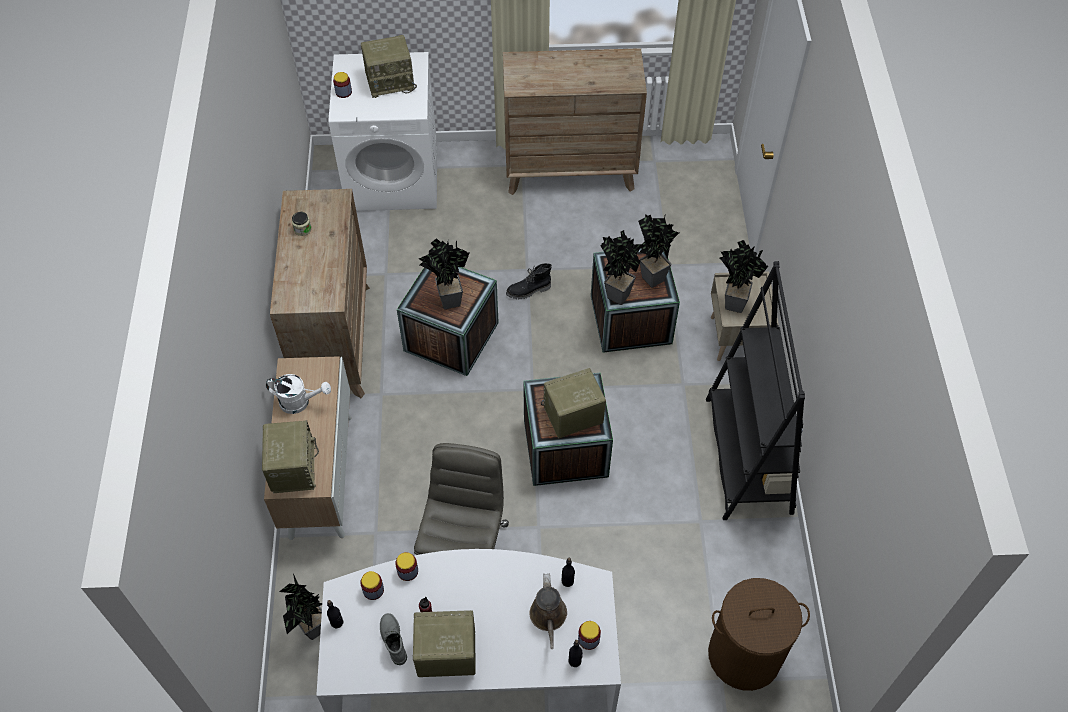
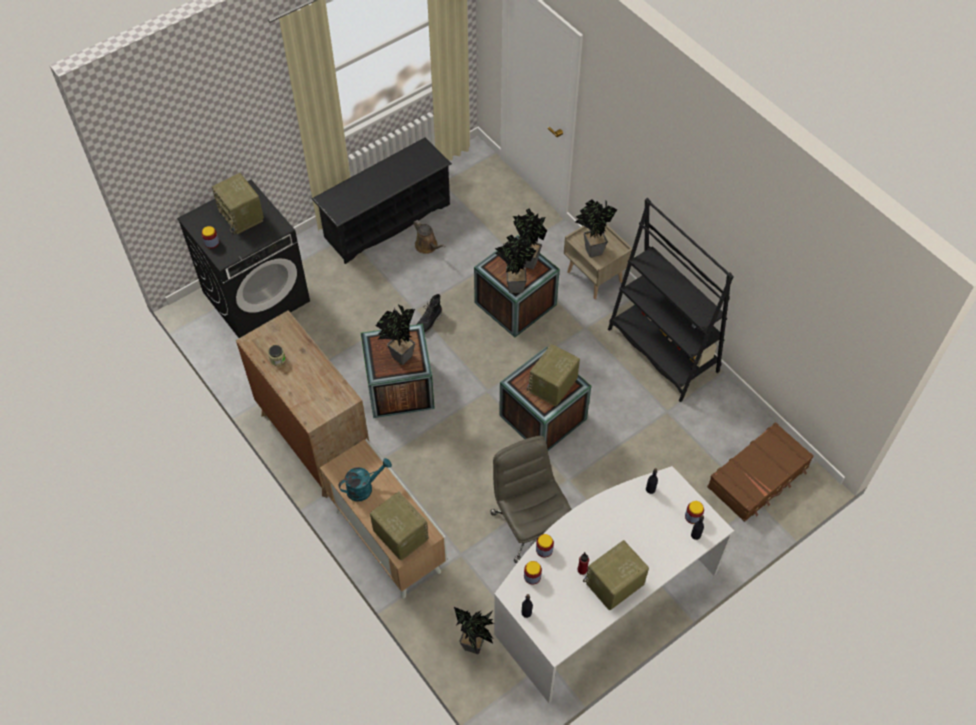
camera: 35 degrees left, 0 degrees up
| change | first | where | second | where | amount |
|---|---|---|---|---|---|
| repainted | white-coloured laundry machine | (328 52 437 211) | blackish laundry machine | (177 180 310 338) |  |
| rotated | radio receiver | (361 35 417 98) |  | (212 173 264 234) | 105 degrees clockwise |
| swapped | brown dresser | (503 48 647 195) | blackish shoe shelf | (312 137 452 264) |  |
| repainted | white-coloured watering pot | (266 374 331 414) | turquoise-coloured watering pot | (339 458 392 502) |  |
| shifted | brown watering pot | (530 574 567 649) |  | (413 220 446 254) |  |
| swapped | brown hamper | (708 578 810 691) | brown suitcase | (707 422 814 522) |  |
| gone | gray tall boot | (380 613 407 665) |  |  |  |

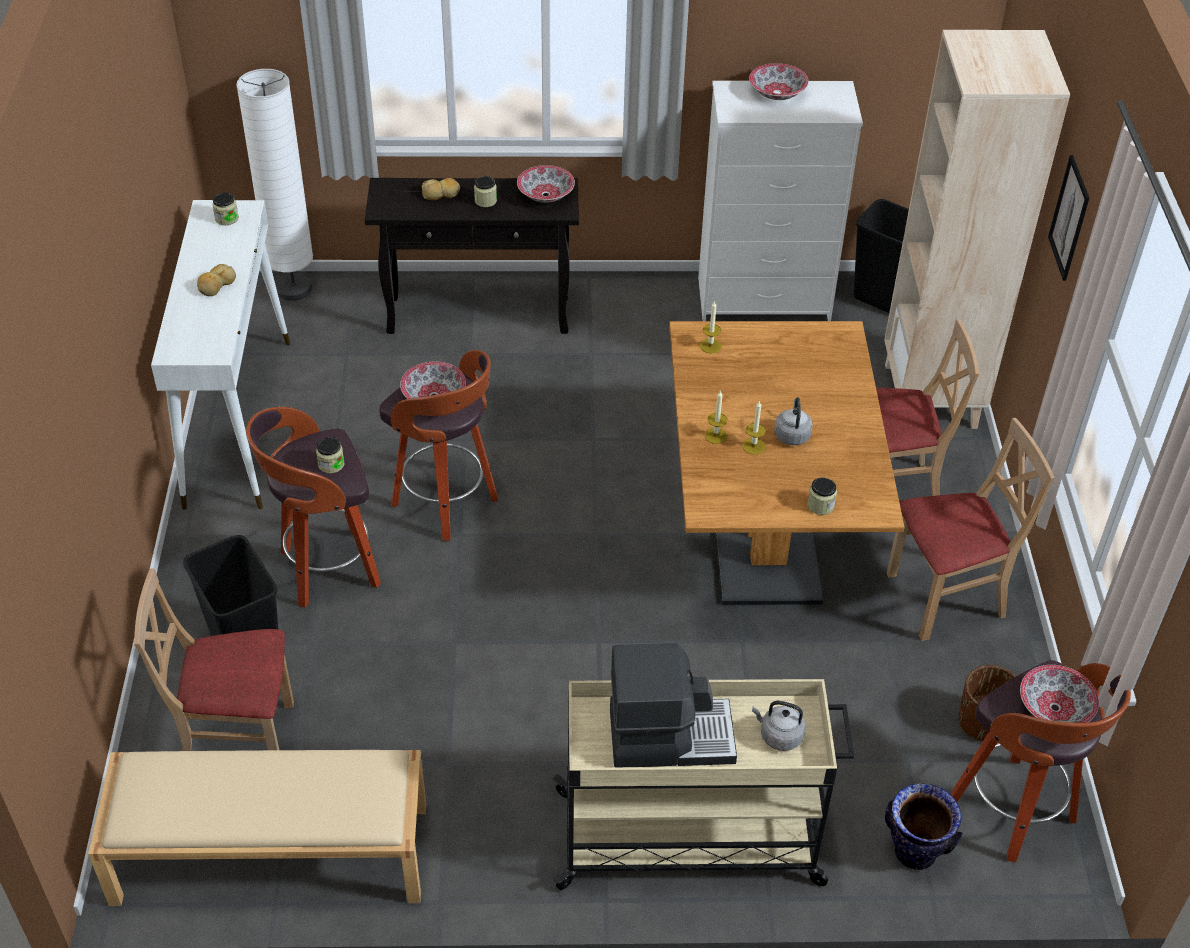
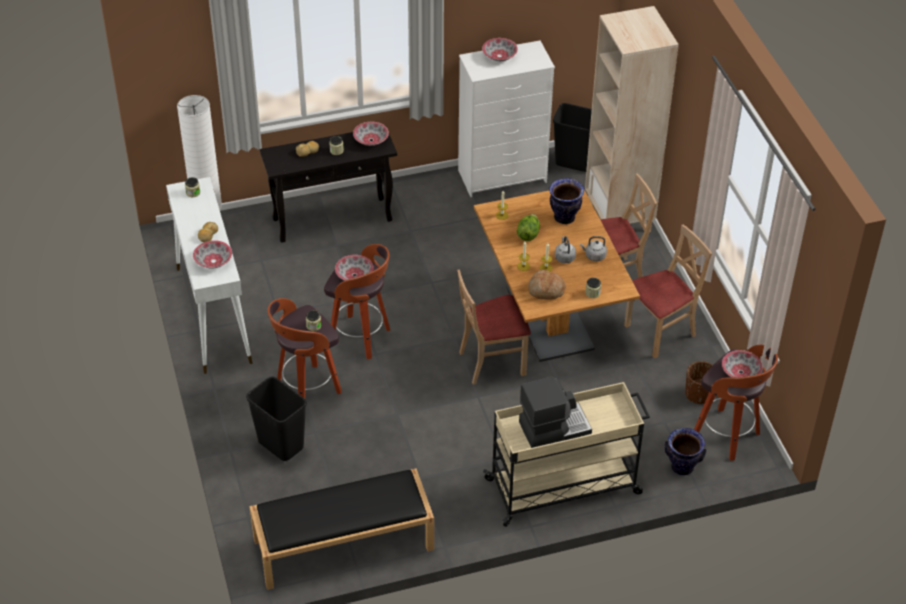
camera: 15 degrees left, 0 degrees up
| change | first | where | second | where | amount |
|---|---|---|---|---|---|
| new |  |  | serving bowl | (193 240 232 269) |  |
| repainted | sand-coloured indoor bench | (88 750 426 906) | blackish indoor bench | (249 468 434 590) |  |
| shifted | sand-coloured upright chair | (134 568 294 751) |  | (457 269 531 385) |  |
| new |  |  | lettuce head | (517 214 540 241) |  |
| new |  |  | bakery bread | (528 270 566 300) |  |
| new |  |  | decorative vase | (549 178 584 224) |  |
| shifted | gray water kettle | (752 701 806 751) |  | (580 236 607 261) |  |
| gone | picture | (1048 155 1089 281) |  |  |  |

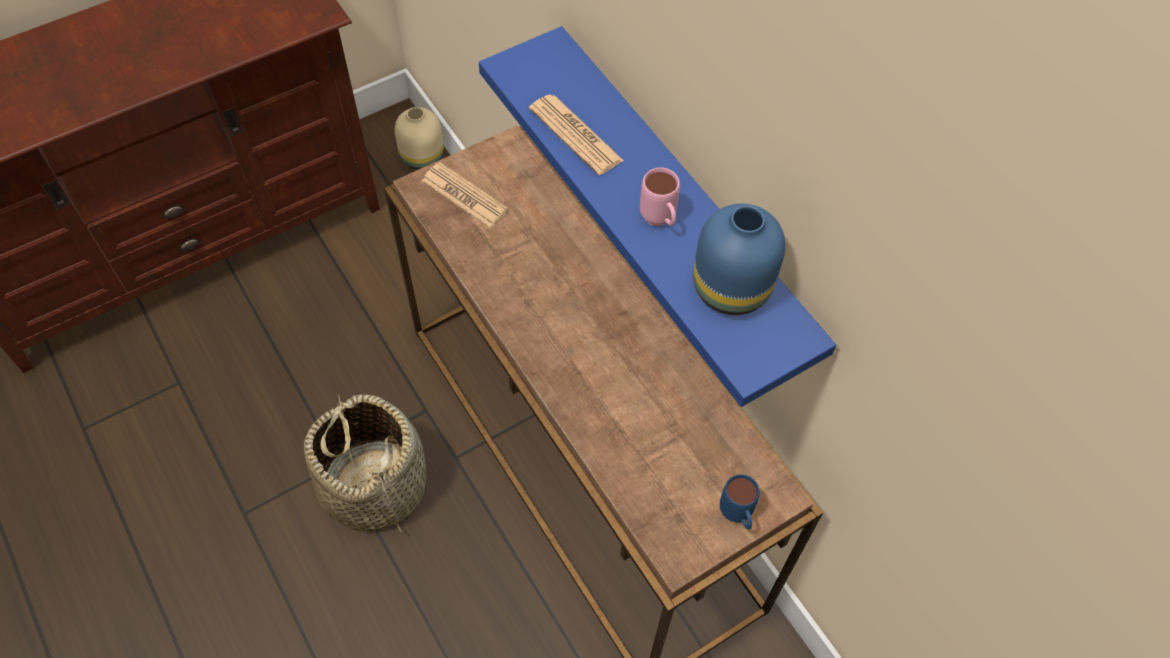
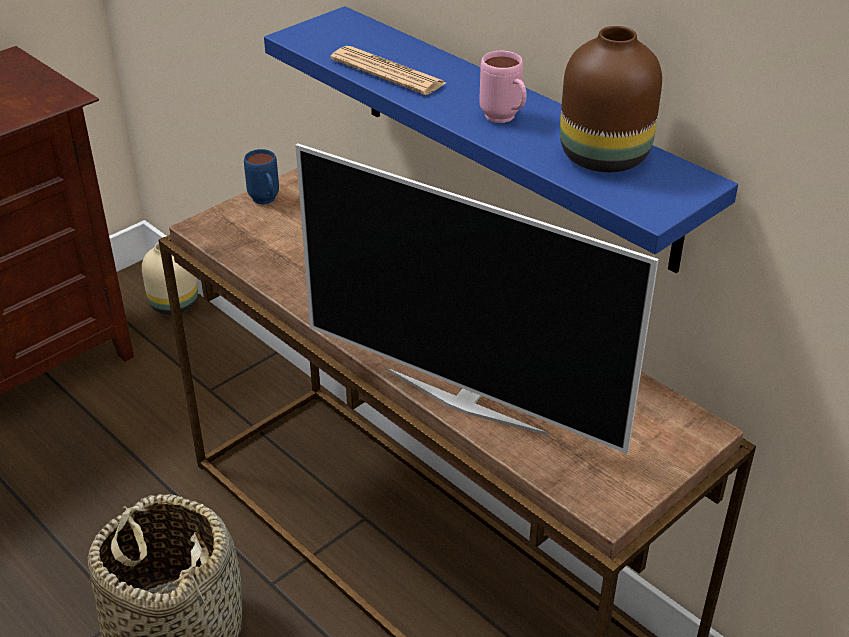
camera: 10 degrees left, 20 degrees down
| change | first | where | second | where | amount |
|---|---|---|---|---|---|
| shifted | blue mug | (720 474 760 529) |  | (244 149 279 204) |  |
| new |  |  | TV | (295 143 659 454) |  |
| repainted | blue decorative vase | (693 203 785 315) | brown decorative vase | (560 26 662 172) |  |
| gone | printed paper | (422 162 508 227) |  |  |  |

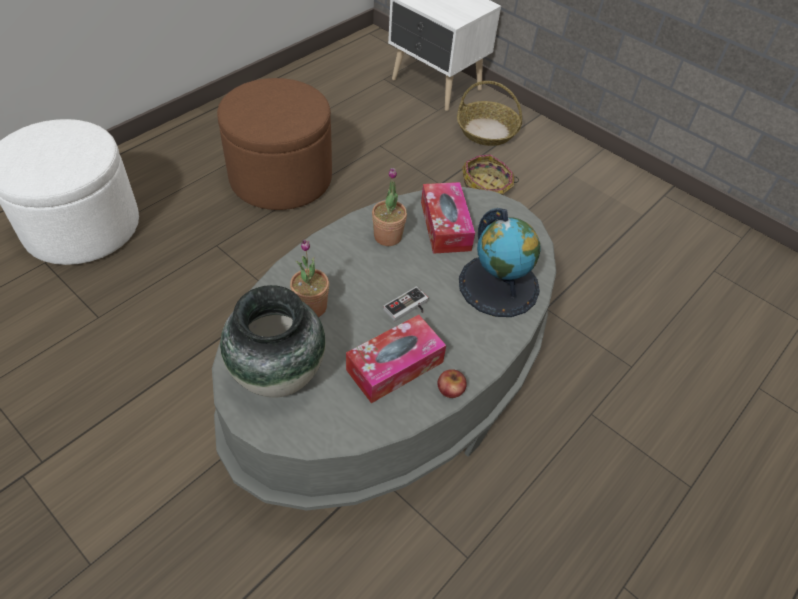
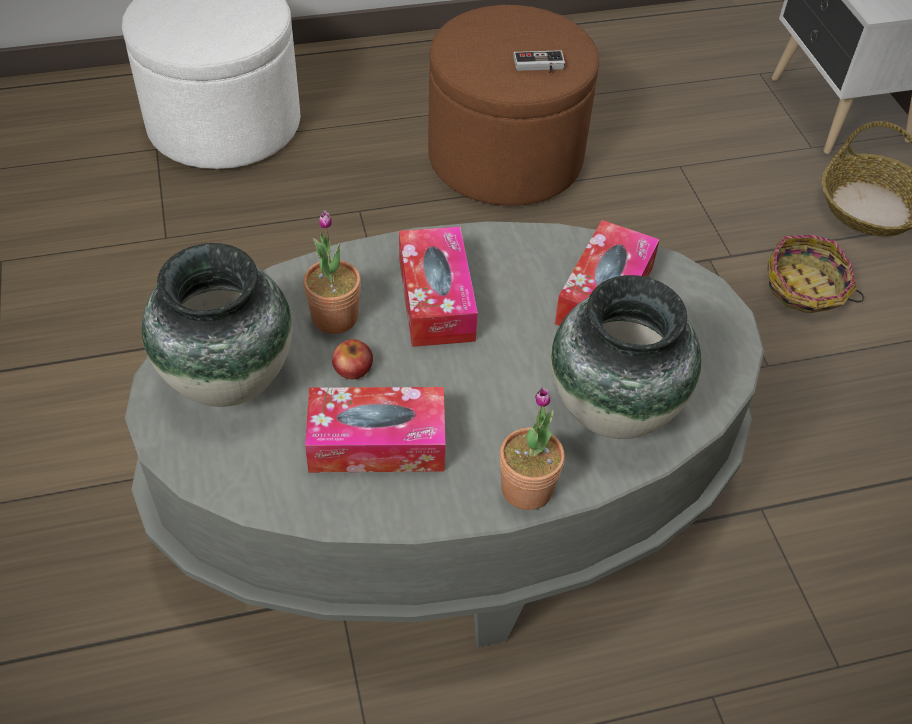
camera: 35 degrees right, 0 degrees up
| change | first | where | second | where | amount |
|---|---|---|---|---|---|
| shifted | apple fruit | (437 369 467 398) |  | (332 339 373 379) |  |
| new |  |  | box of tissues | (399 227 478 347) |  |
| shifted | houseplant | (372 168 407 246) |  | (500 387 565 510) |  |
| shifted | game controller | (383 287 428 321) |  | (513 50 565 73) |  |
| swapped | desk globe | (459 208 541 317) | decorative vase | (551 275 701 439) |  |

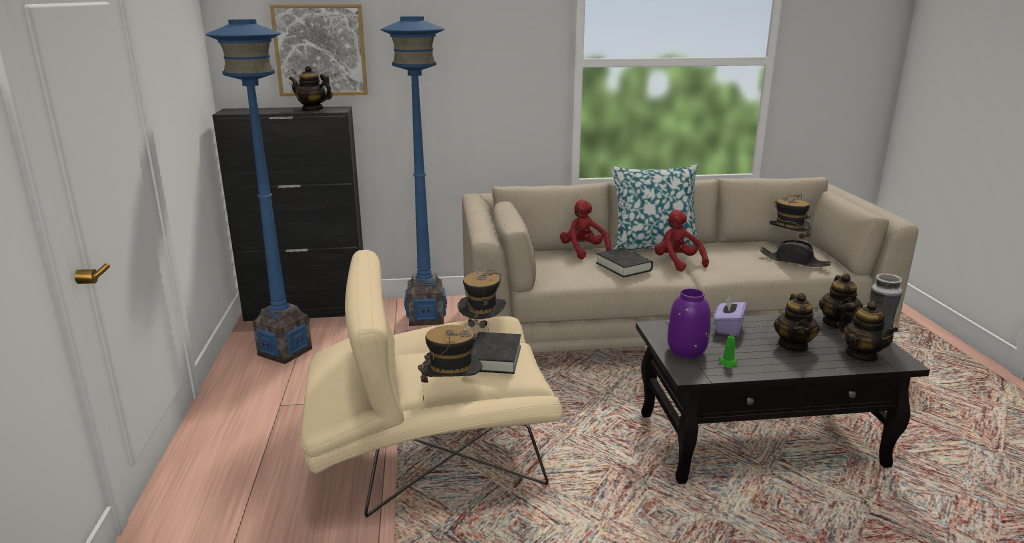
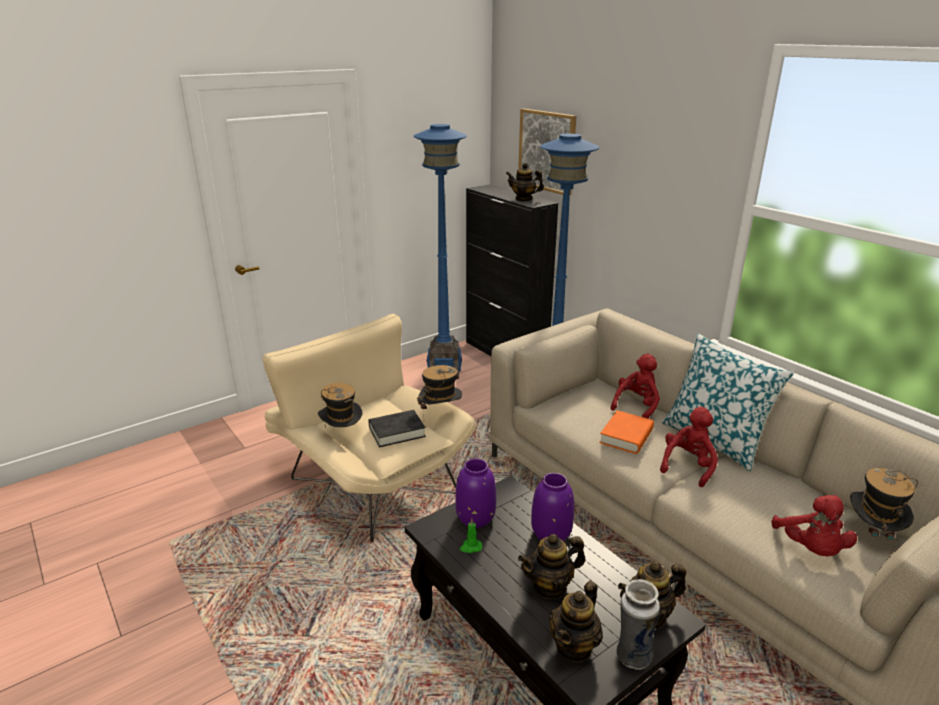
camera: 60 degrees right, 5 degrees up
| change | first | where | second | where | amount |
|---|---|---|---|---|---|
| rotated | tea pot | (289 66 332 111) |  | (506 163 544 201) | 60 degrees counterclockwise |
| swapped | purple box of tissues | (714 294 747 336) | purple decorative vase | (531 473 574 541) |  |
| repainted | blackish book | (596 248 653 277) | orange-coloured book | (599 410 654 454) |  |
| swapped | blackish hat | (760 240 831 267) | red-coloured soft toy | (772 495 857 556) |  |

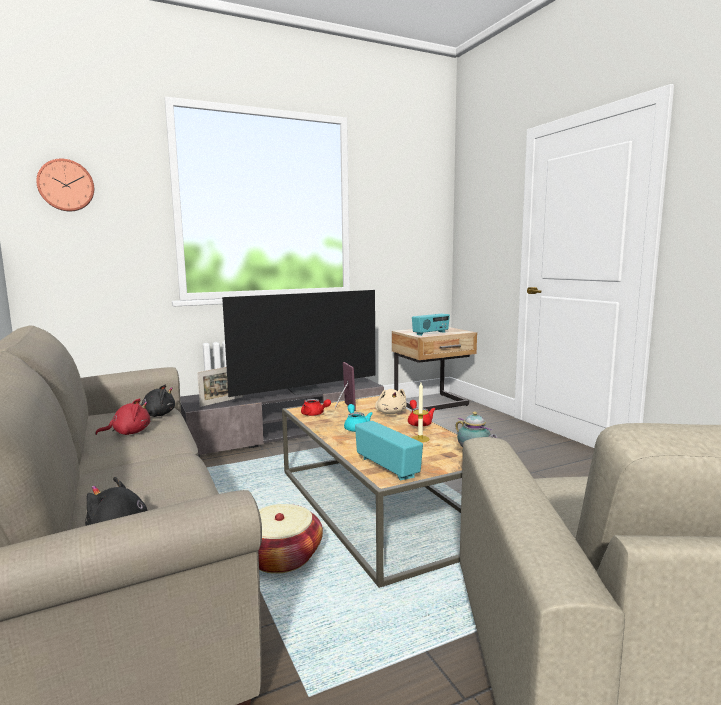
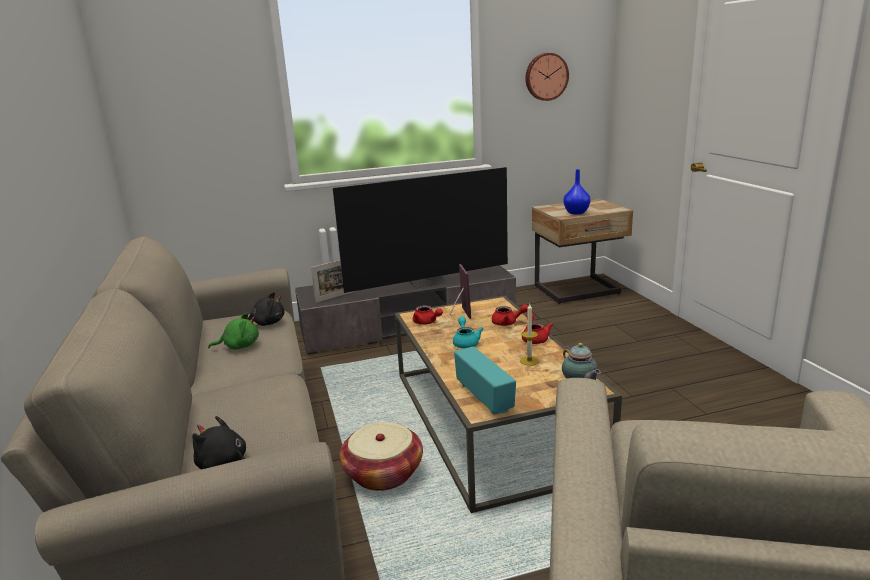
camera: 10 degrees right, 10 degrees up
| change | first | where | second | where | amount |
|---|---|---|---|---|---|
| repainted | red-coloured soft toy | (95 398 150 435) | green-coloured soft toy | (208 312 259 350) |  |
| swapped | sand-coloured soft toy | (375 389 407 414) | red-coloured tea pot | (492 304 529 326) |  |
| shifted | wall clock | (36 159 94 211) |  | (525 53 569 101) |  |
| swapped | radio receiver | (412 313 450 336) | blue decorative vase | (563 169 591 215) |  |

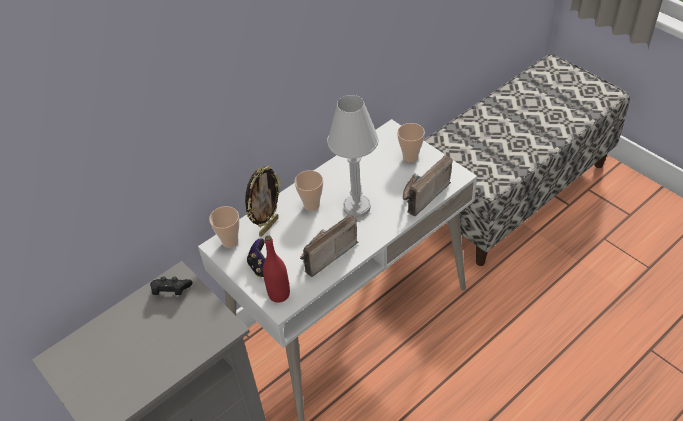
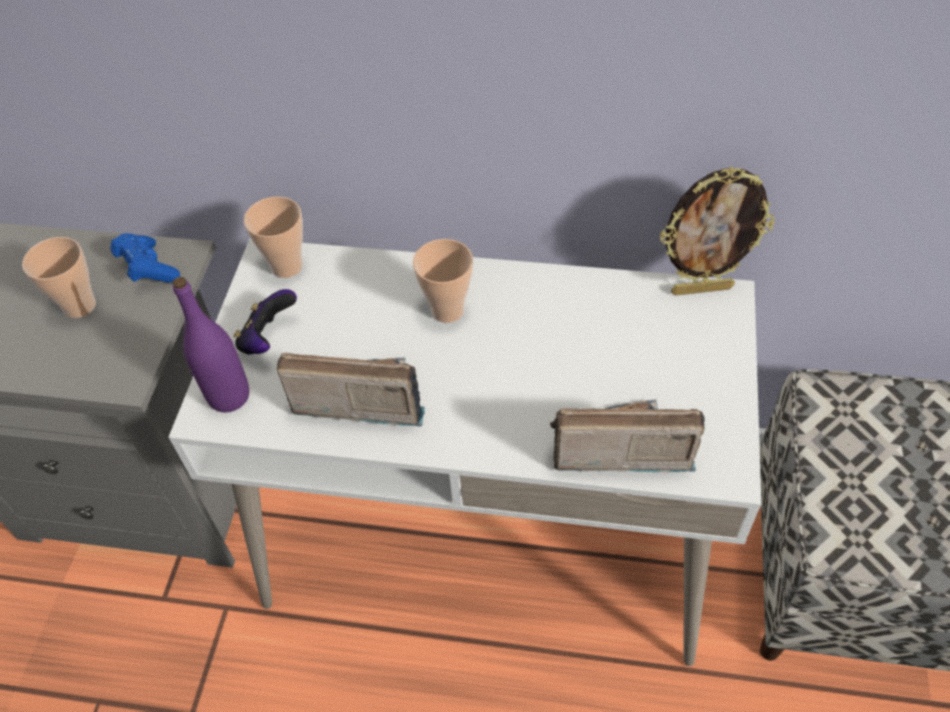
camera: 50 degrees right, 5 degrees up
| change | first | where | second | where | amount |
|---|---|---|---|---|---|
| shifted | small cup | (397 123 425 163) |  | (22 237 96 318) |  |
| repainted | blackish game controller | (150 276 192 295) | blue game controller | (110 233 180 283) |  |
| repainted | red-coloured bottle | (263 236 290 303) | purple bottle | (173 277 249 412) |  |
| shifted | photo frame | (245 165 281 237) |  | (660 167 775 296) |  |
| gone | white-coloured table lamp | (327 95 379 218) |  |  |  |

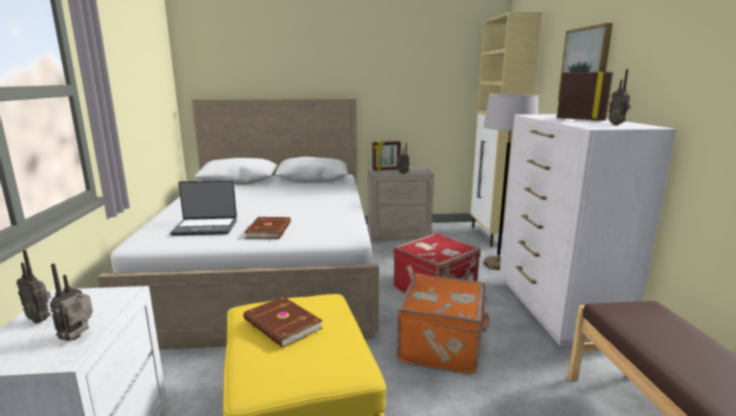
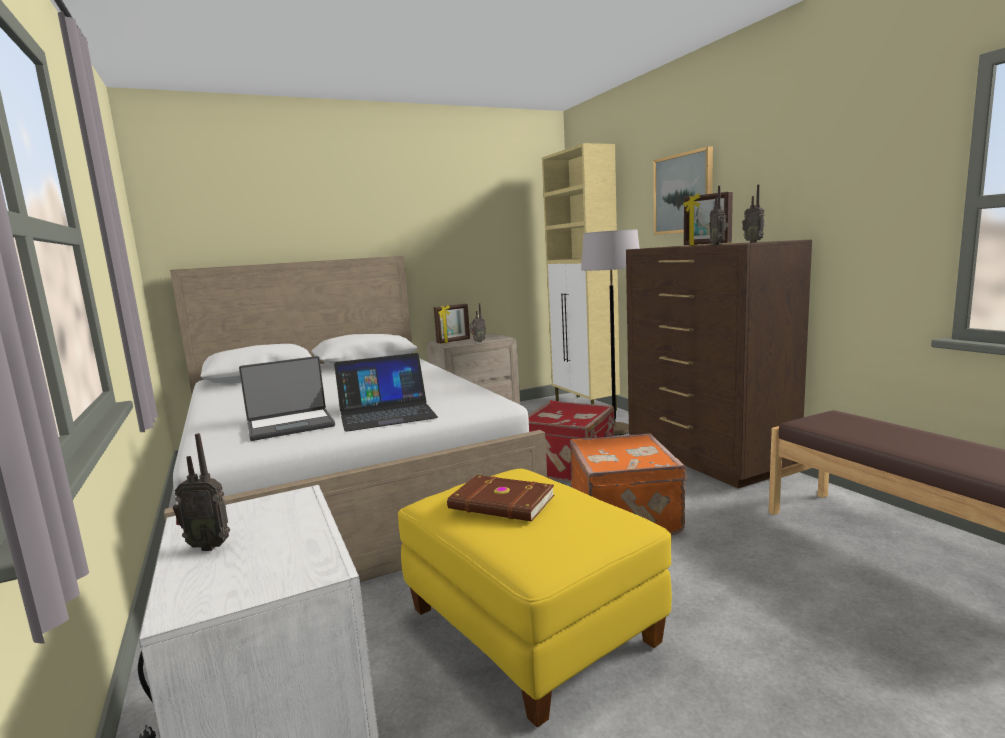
camera: 20 degrees left, 5 degrees down
| change | first | where | second | where | amount |
|---|---|---|---|---|---|
| swapped | brown book | (244 217 291 239) | portable computer | (334 353 438 432) |  |
| repainted | white-coloured dresser | (500 114 677 346) | brown dresser | (626 239 812 488) |  |
| rotated | photo frame | (557 70 614 121) |  | (683 192 733 246) | 150 degrees counterclockwise |
| shifted | radio receiver | (50 263 93 341) |  | (709 186 728 245) |  |

